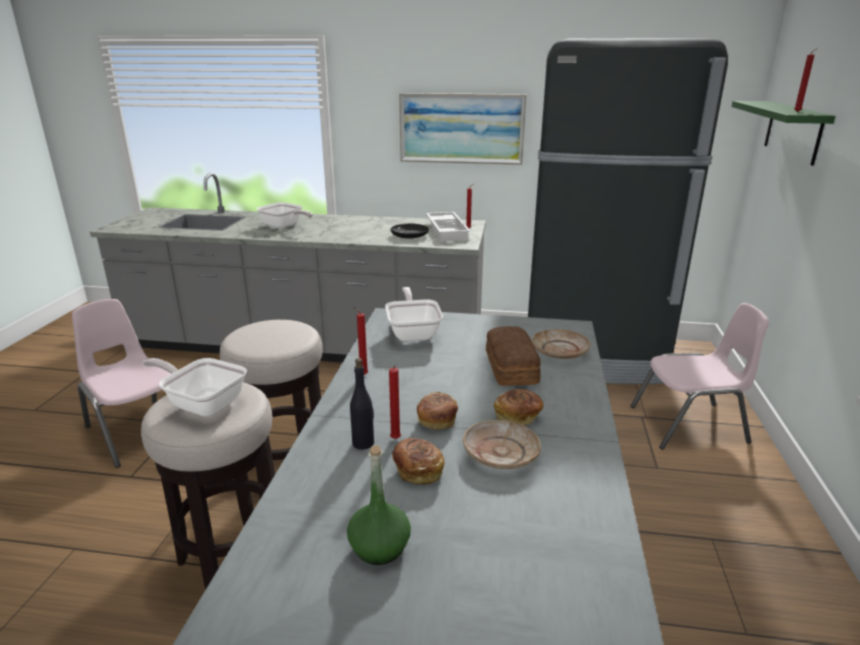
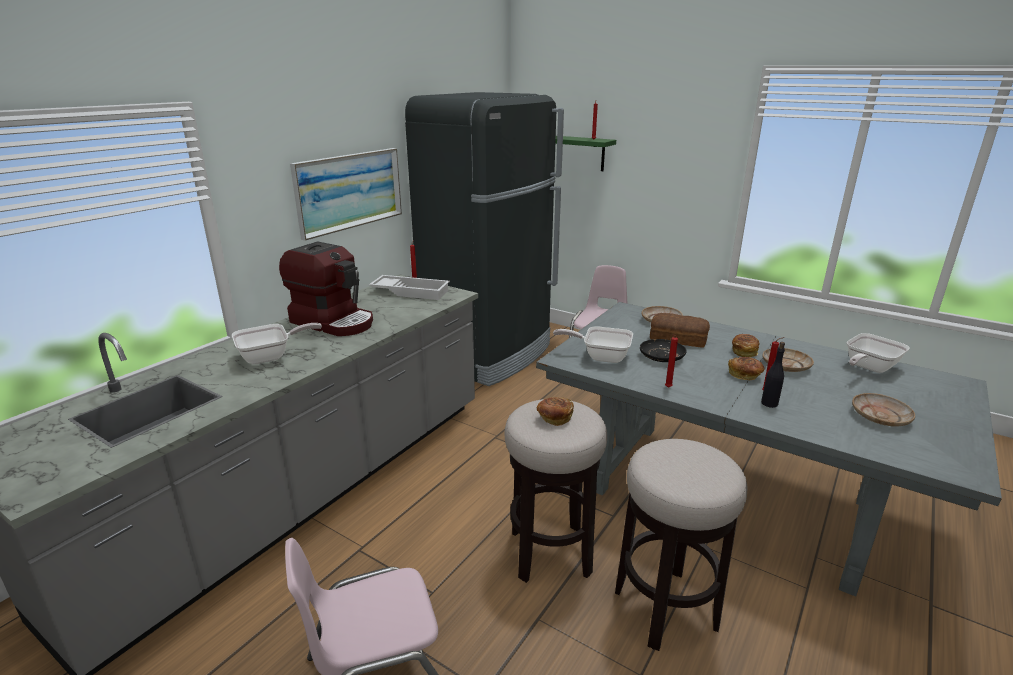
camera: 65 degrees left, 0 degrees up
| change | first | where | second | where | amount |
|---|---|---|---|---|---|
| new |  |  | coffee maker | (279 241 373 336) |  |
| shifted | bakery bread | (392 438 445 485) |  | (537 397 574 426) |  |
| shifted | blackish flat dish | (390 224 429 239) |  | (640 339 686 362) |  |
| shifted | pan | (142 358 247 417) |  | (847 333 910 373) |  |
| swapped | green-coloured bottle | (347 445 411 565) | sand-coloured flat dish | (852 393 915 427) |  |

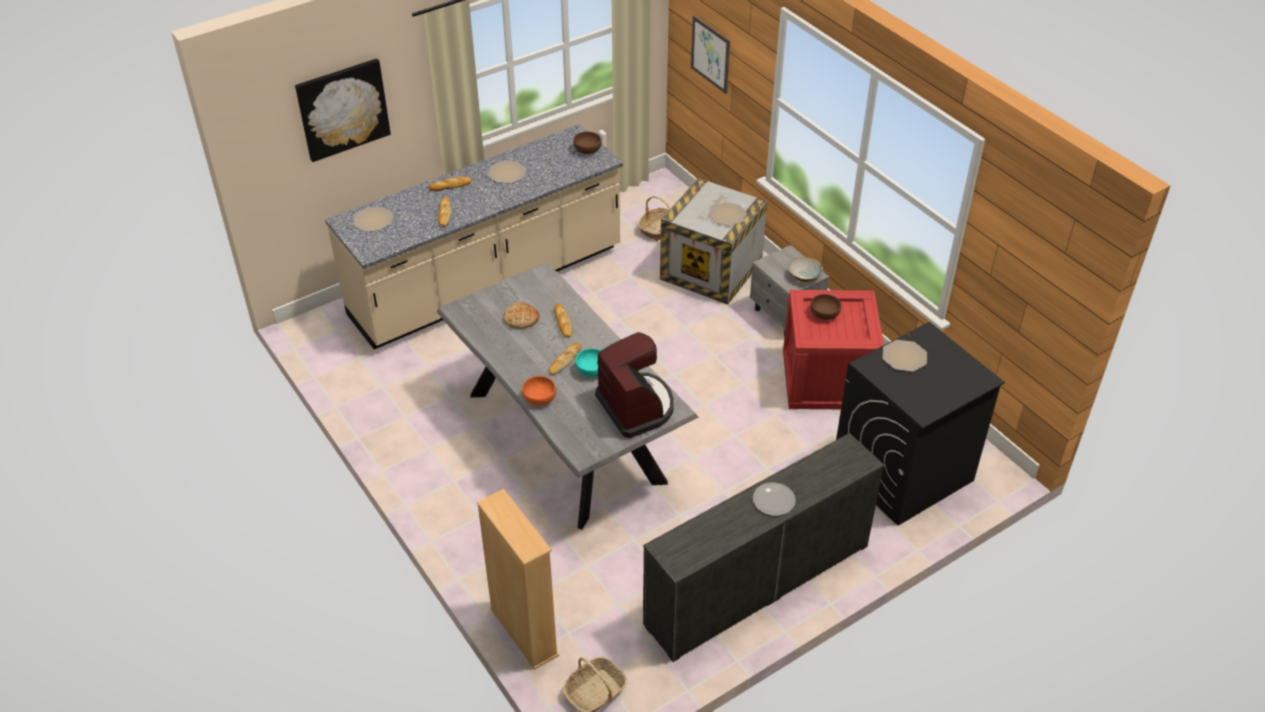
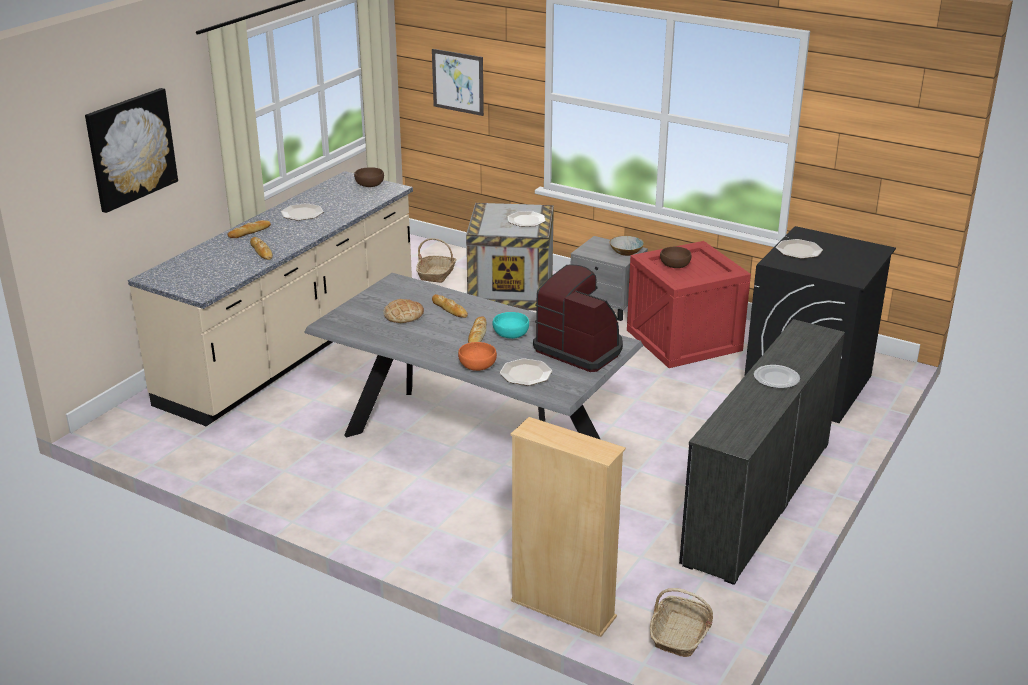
camera: 25 degrees left, 15 degrees down
| change | first | where | second | where | amount |
|---|---|---|---|---|---|
| shifted | flat dish | (353 207 393 231) |  | (500 358 552 386) |  |

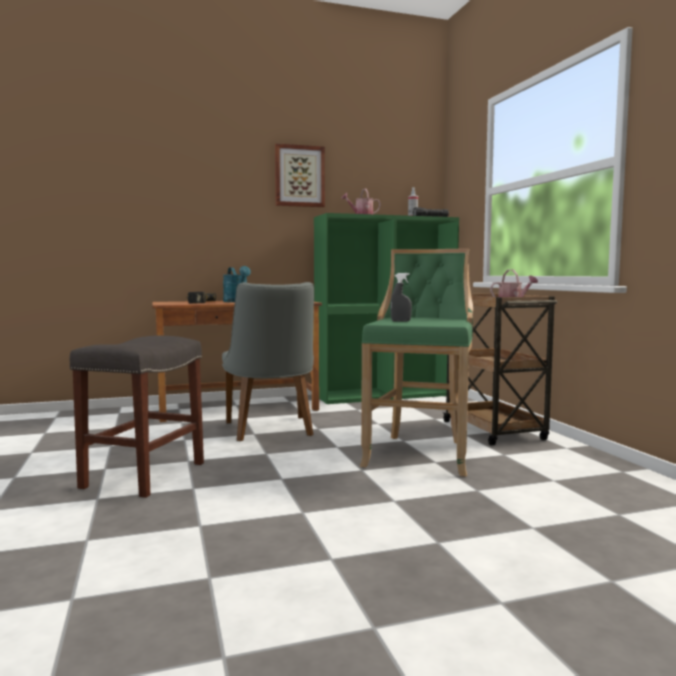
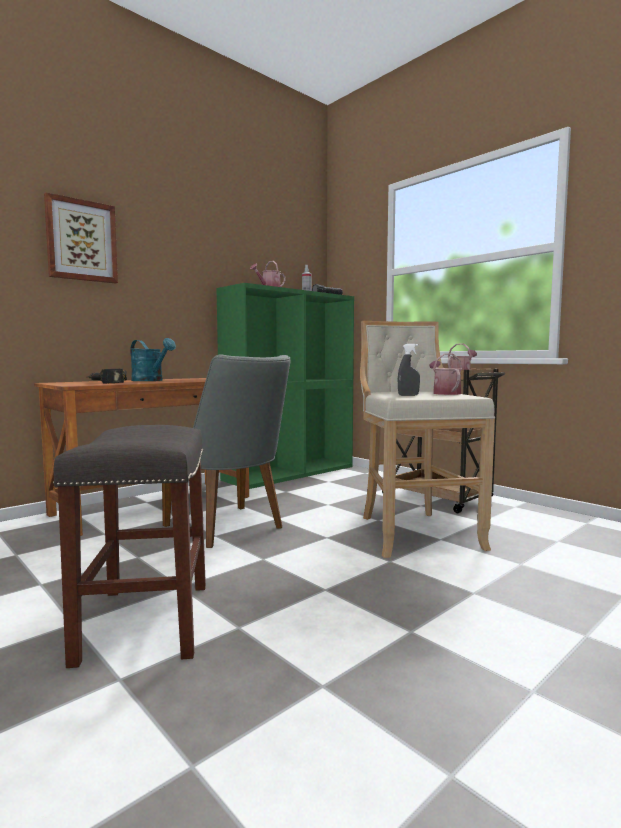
camera: 25 degrees left, 0 degrees up
| change | first | where | second | where | amount |
|---|---|---|---|---|---|
| shifted | picture | (275 143 325 207) |  | (44 192 118 284) |  |
| repainted | green-coloured stool seat | (360 248 473 477) | sand-coloured stool seat | (360 321 495 558) |  |
| new |  |  | watering pot | (429 354 462 395) |  |

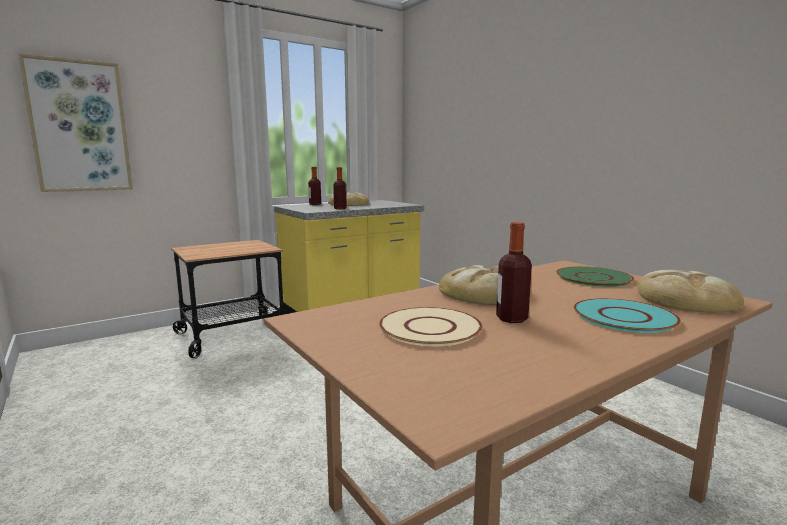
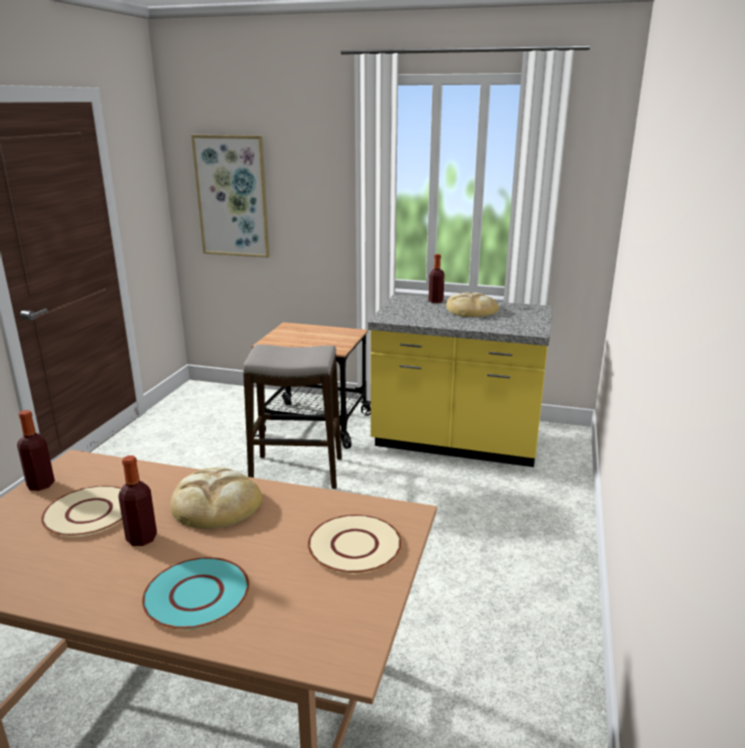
camera: 50 degrees right, 10 degrees up
| change | first | where | second | where | amount |
|---|---|---|---|---|---|
| shifted | bottle | (333 167 347 209) |  | (17 410 55 491) |  |
| new |  |  | stool seat | (243 344 342 489) |  |
| repainted | green-coloured flat dish | (556 266 634 287) | sand-coloured flat dish | (308 514 402 574) |  |
| gone | bakery bread | (637 270 744 313) |  |  |  |

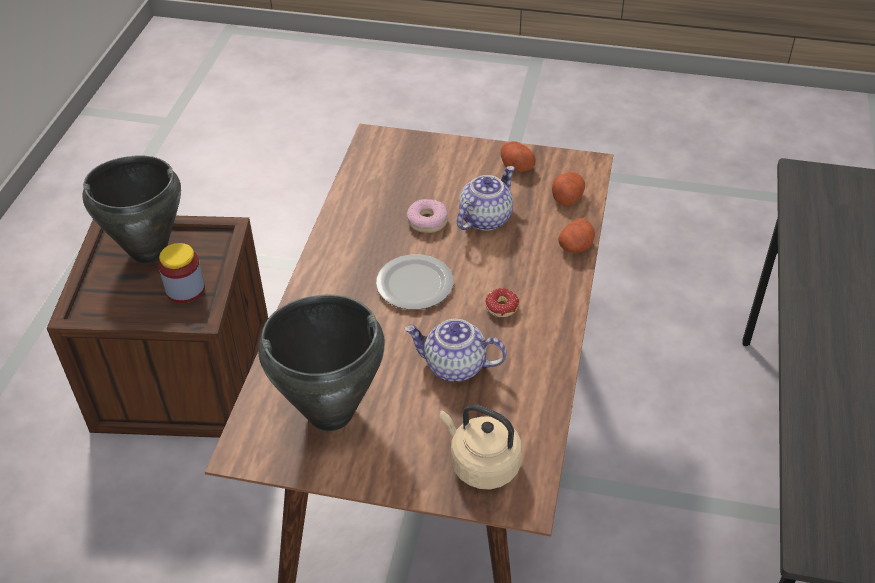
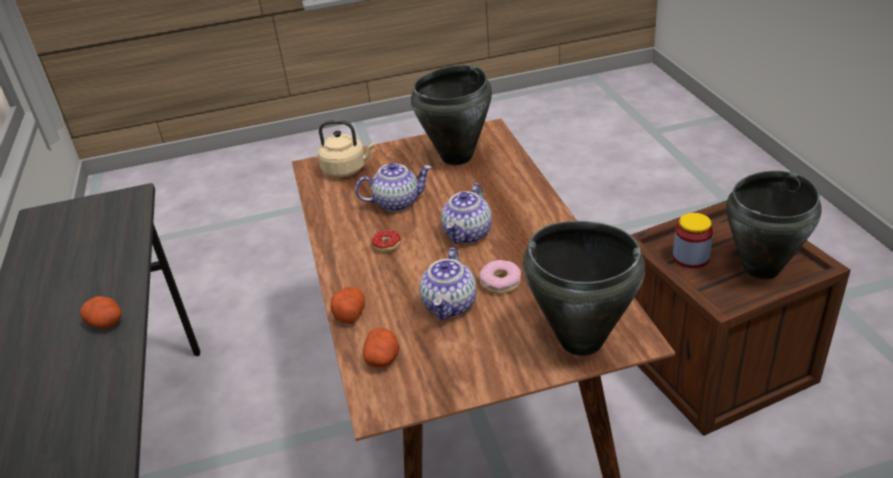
camera: 155 degrees right, 10 degrees down
| change | first | where | second | where | amount |
|---|---|---|---|---|---|
| shifted | potato | (501 141 536 172) |  | (80 296 122 329) |  |
| swapped | flat dish | (376 254 453 310) | tea pot | (441 183 492 244) |  |
| new |  |  | blackish stockpot | (523 221 645 356) |  |

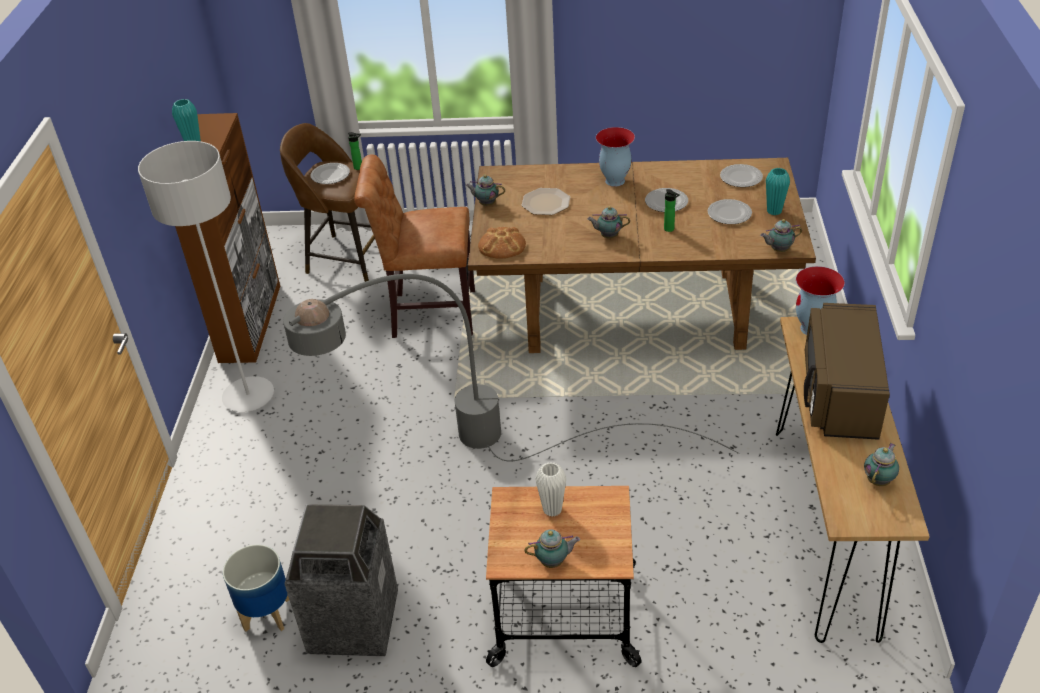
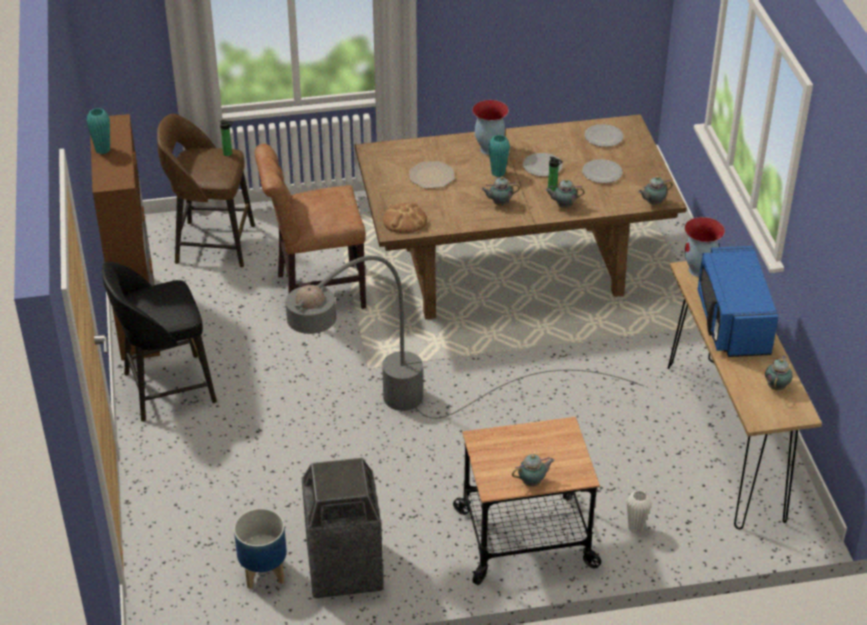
camera: 15 degrees left, 0 degrees up
| change | first | where | second | where | amount |
|---|---|---|---|---|---|
| swapped | gray standing lamp | (138 141 274 412) | blackish stool seat | (102 261 217 422) |  |
| shifted | turquoise-coloured decorative vase | (766 168 790 215) |  | (488 134 510 177) |  |
| shifted | tea pot | (466 175 505 206) |  | (546 179 585 208) |  |
| shifted | white-coloured decorative vase | (535 462 566 517) |  | (627 490 651 534) |  |
| repainted | brown kitchen microwave | (804 303 890 440) | blue kitchen microwave | (698 246 779 357) |  |
| gone | flat dish | (311 163 350 184) |  |  |  |

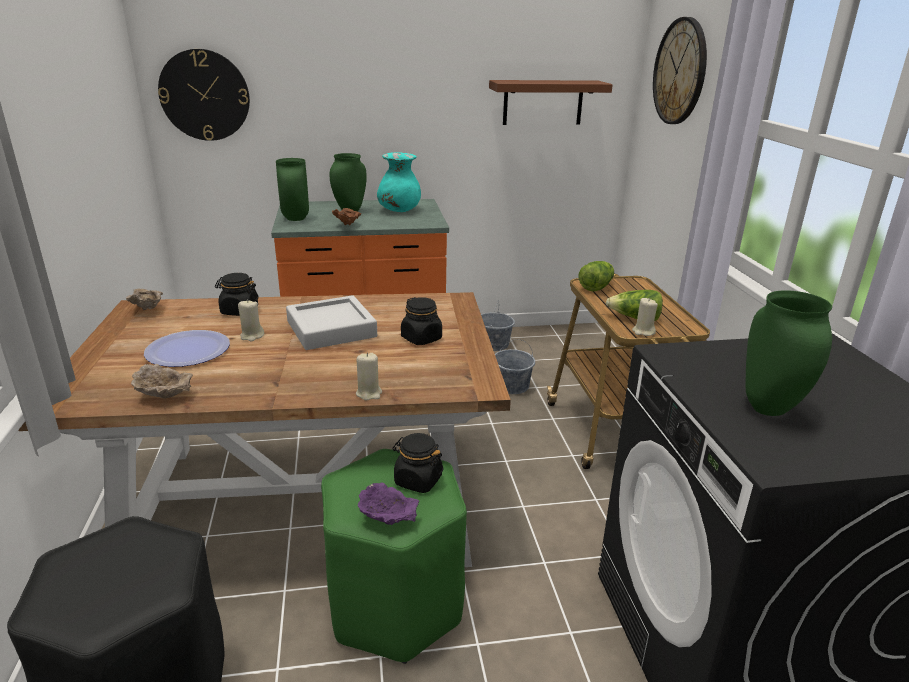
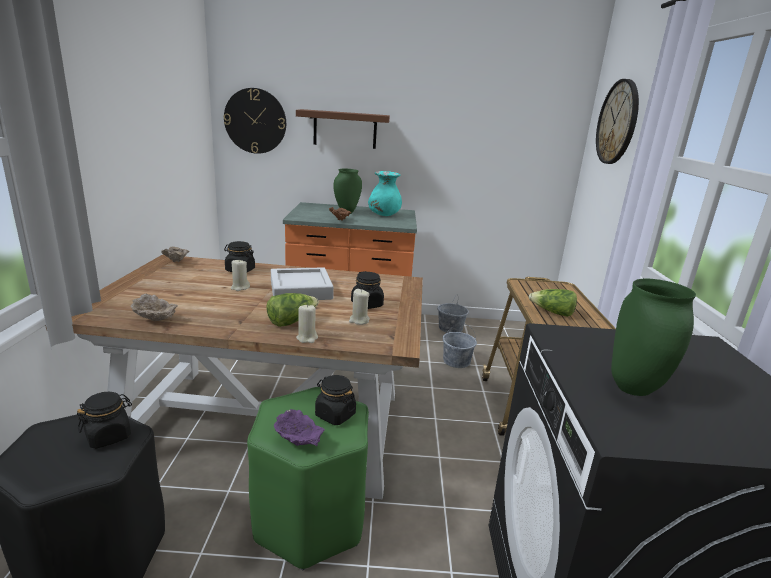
camera: 10 degrees right, 5 degrees down
| change | first | where | second | where | amount |
|---|---|---|---|---|---|
| new |  |  | blackish storage jar | (77 392 132 449) |  |
| shifted | lettuce head | (578 261 614 292) |  | (266 293 319 327) |  |
| shifted | brown shelf | (489 80 613 125) |  | (296 109 390 149) |  |
| shifted | sand-coloured wax candle | (632 298 658 336) |  | (349 289 370 325) |  |
| gone | flat dish | (144 330 230 367) |  |  |  |
| gone | green-coloured decorative vase | (276 158 309 221) |  |  |  |

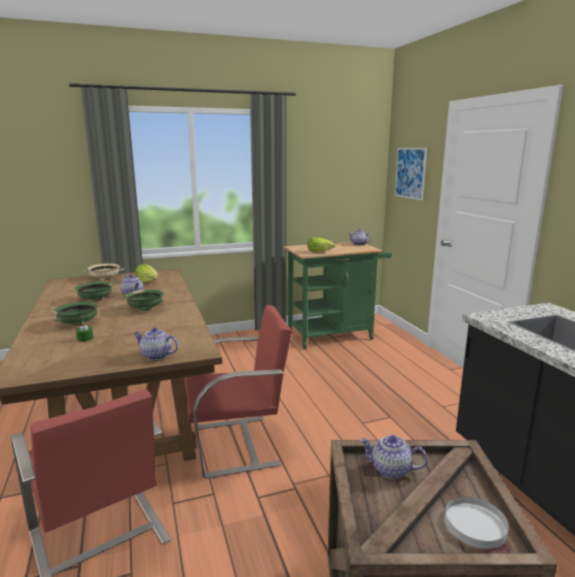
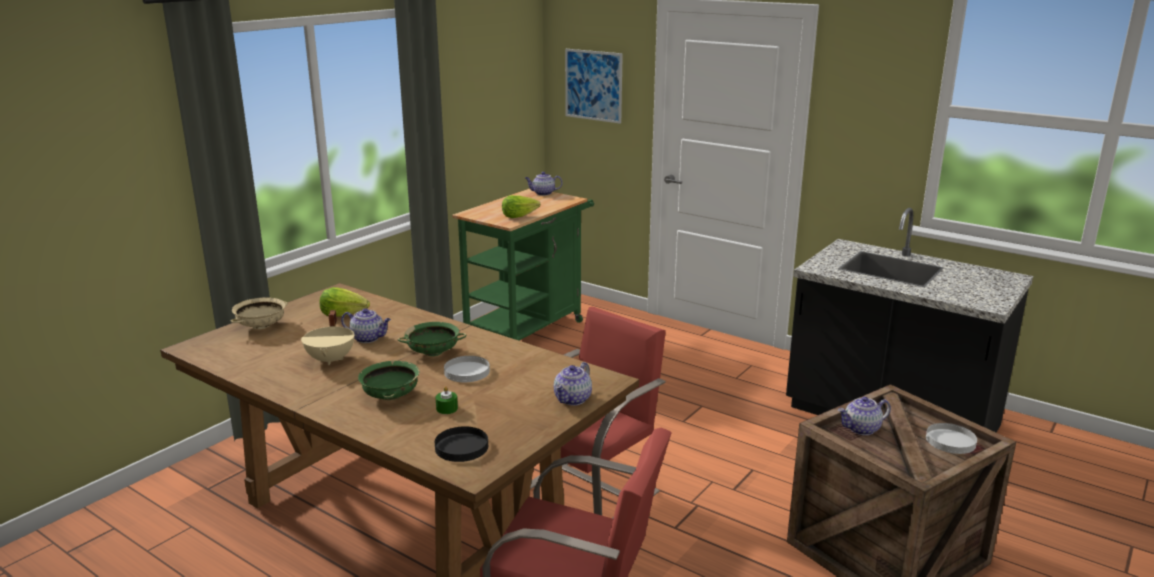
camera: 35 degrees left, 5 degrees up
| change | first | where | second | where | amount |
|---|---|---|---|---|---|
| swapped | green-coloured serving bowl | (75 281 113 302) | sand-coloured stockpot | (301 310 355 365) |  |
| new |  |  | blackish flat dish | (435 426 488 462) |  |
| new |  |  | white-coloured flat dish | (444 356 490 382) |  |
| rotated | tea pot | (133 327 179 360) |  | (554 362 592 406) | 45 degrees counterclockwise |

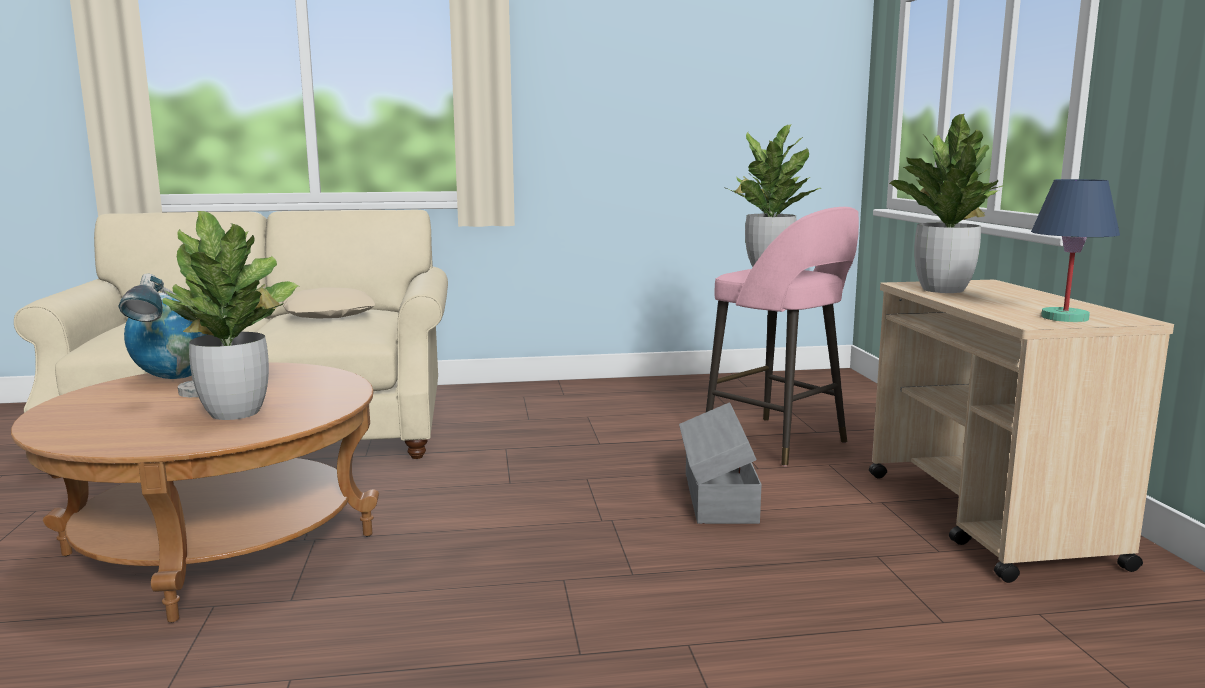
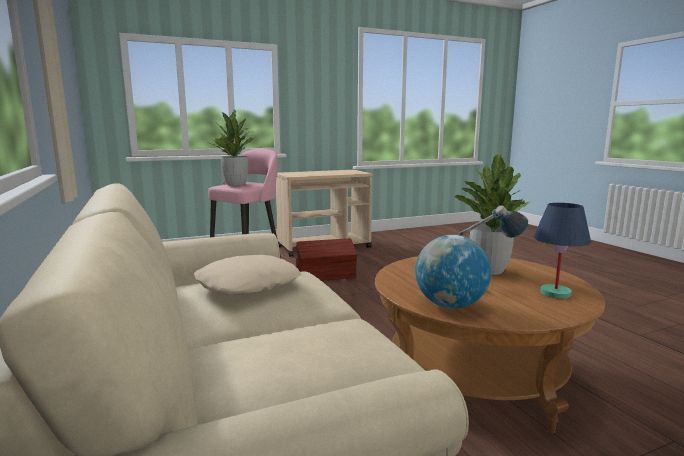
camera: 105 degrees left, 0 degrees up
| change | first | where | second | where | amount |
|---|---|---|---|---|---|
| repainted | gray storage bin | (679 402 762 524) | brown storage bin | (296 238 357 281) |  |
| shifted | blue table lamp | (1031 179 1120 322) |  | (533 203 591 299) |  |
| gone | houseplant | (889 114 1005 293) |  |  |  |

